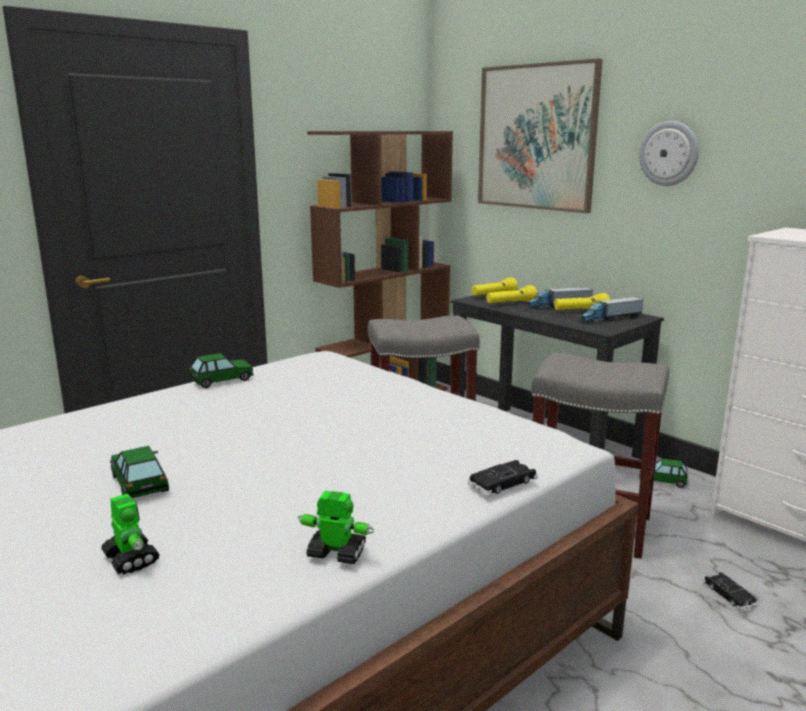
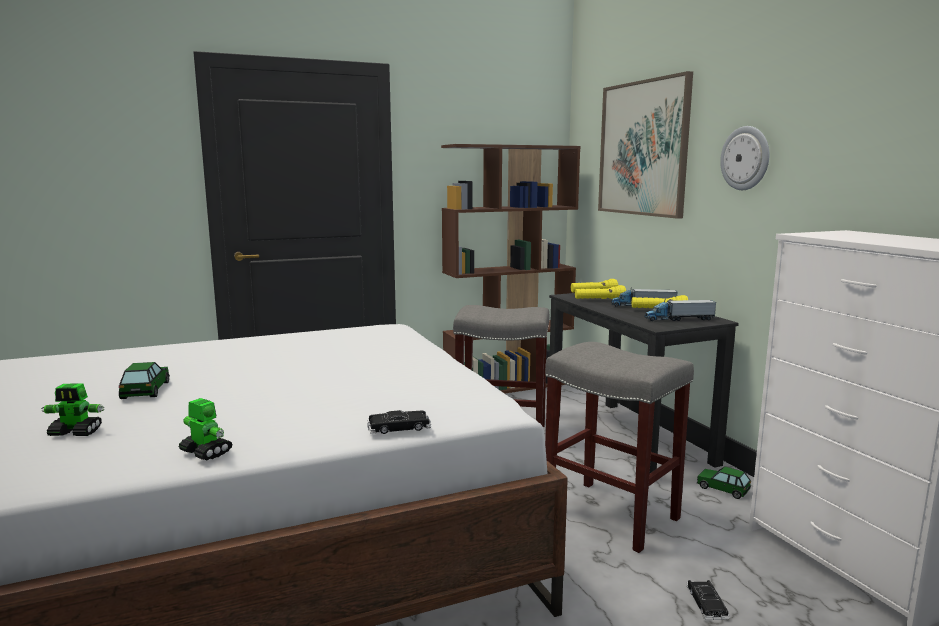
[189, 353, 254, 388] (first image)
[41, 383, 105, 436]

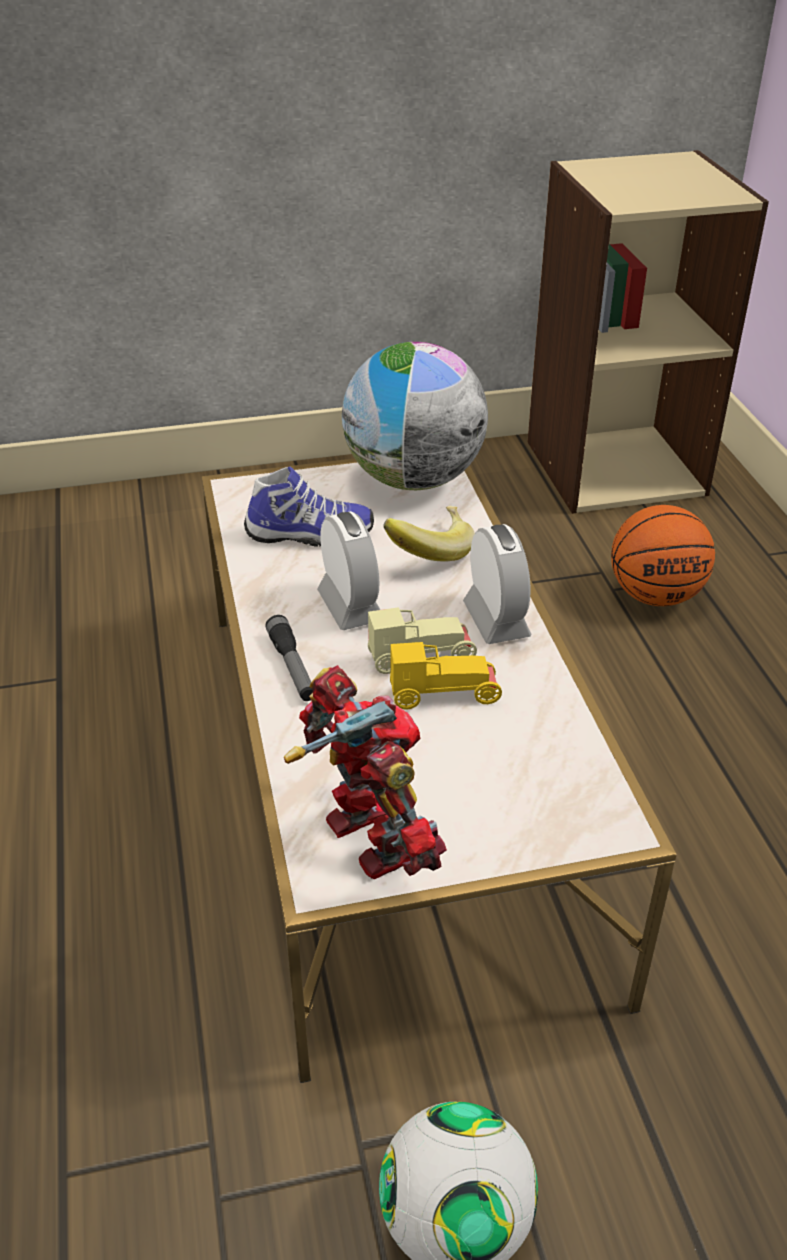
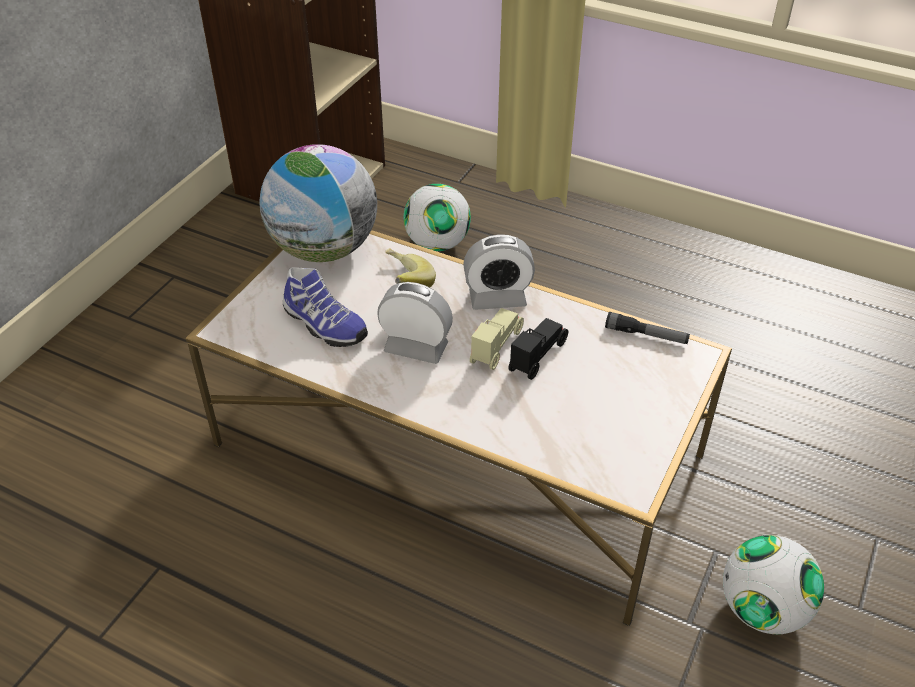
[284, 665, 447, 879] (first image)
[605, 312, 690, 344]
[403, 184, 471, 251]
[508, 318, 568, 380]
[283, 267, 368, 347]
[463, 234, 535, 310]

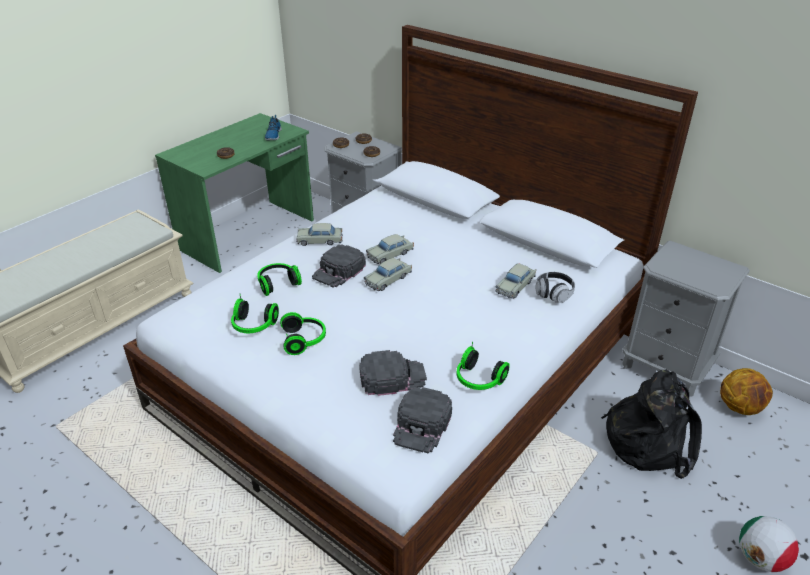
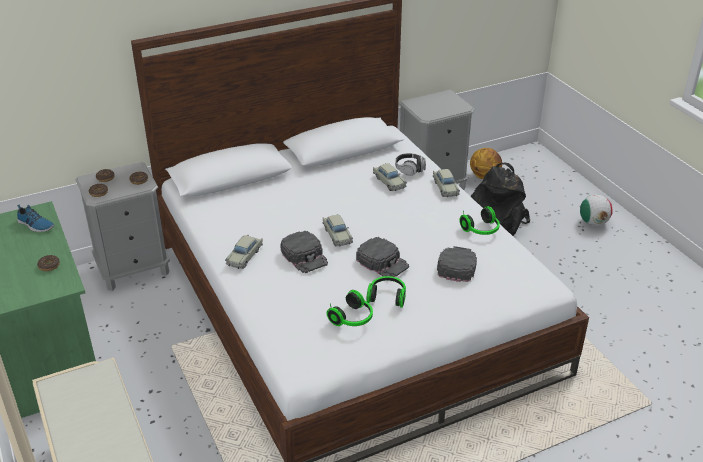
[257, 263, 302, 296] (first image)
[433, 169, 460, 197]
[356, 237, 409, 277]

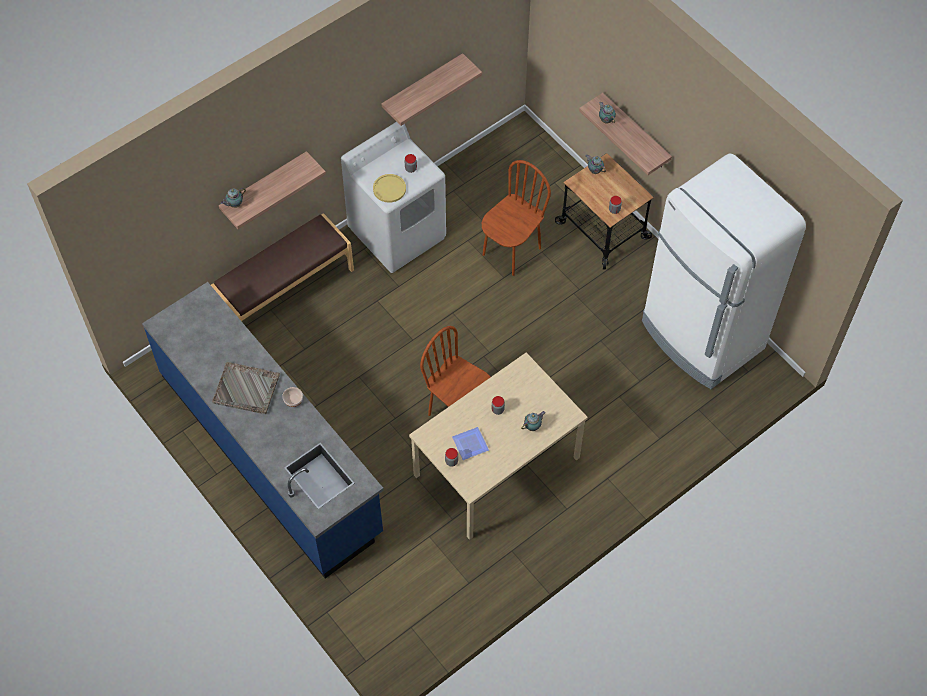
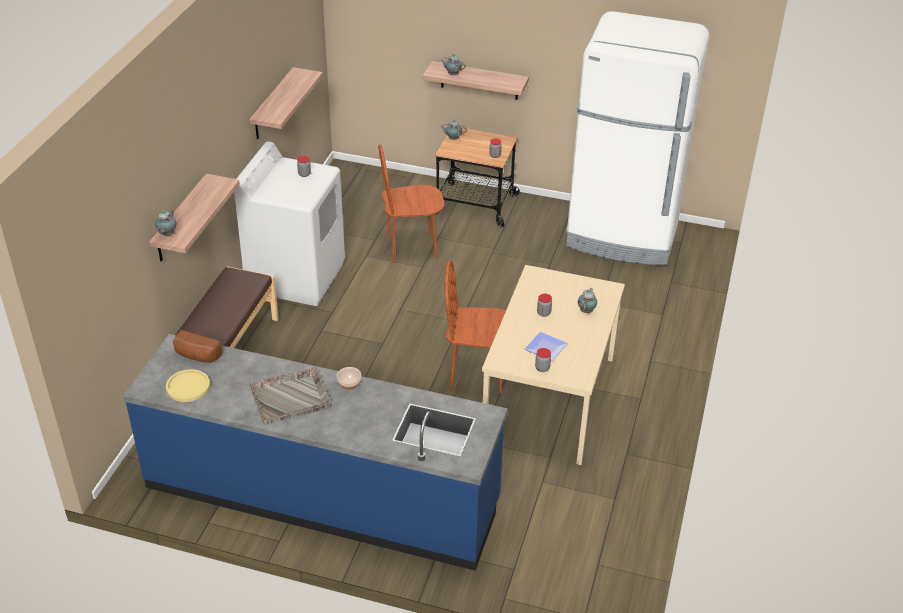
[173, 330, 222, 363]
[166, 369, 210, 402]
[378, 144, 444, 263]

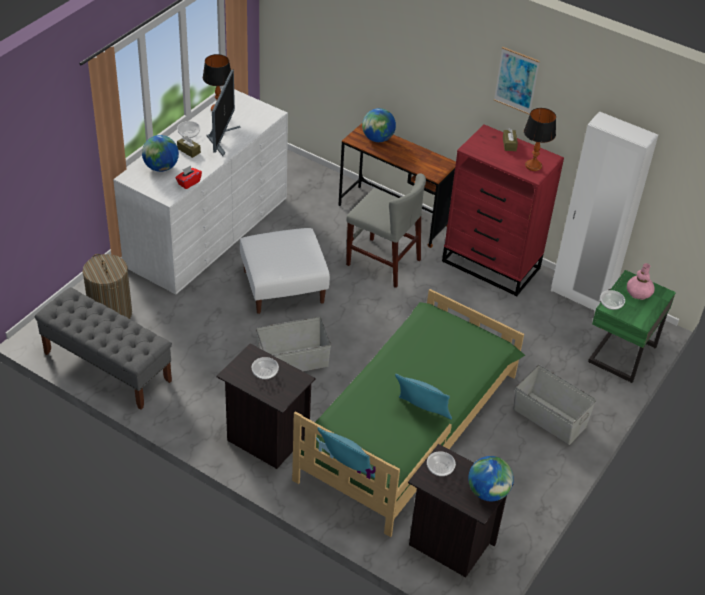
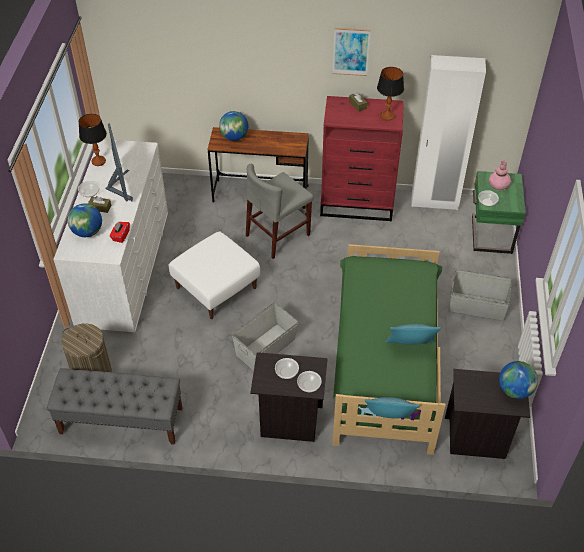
[297, 371, 322, 392]
[246, 163, 314, 259]

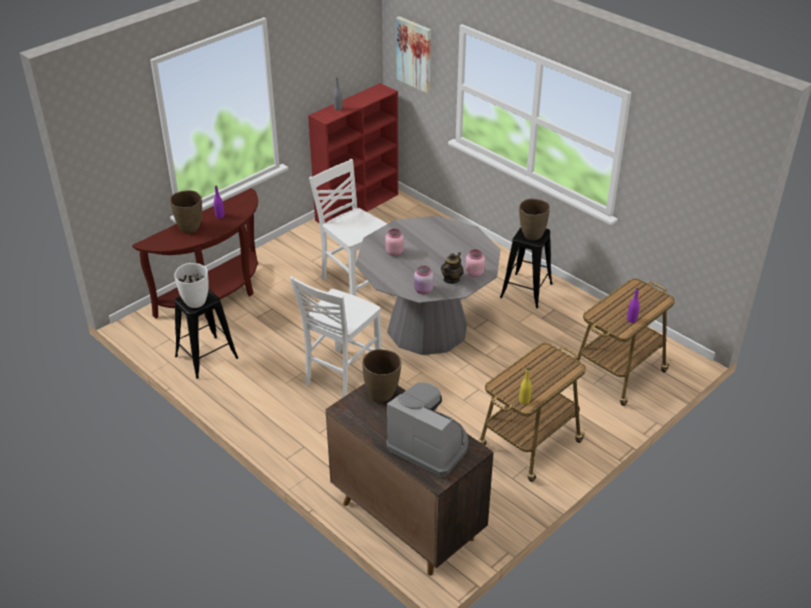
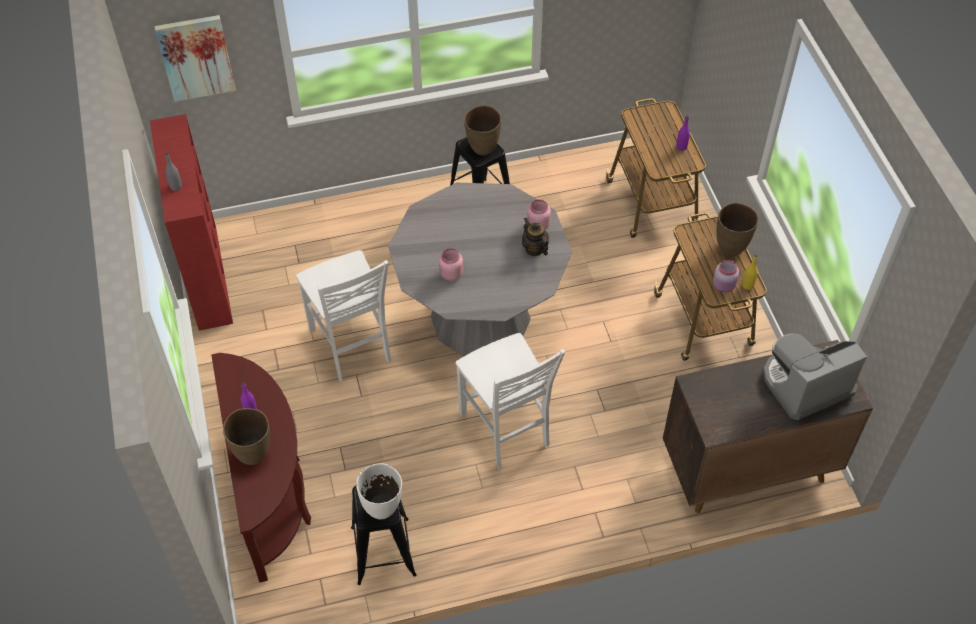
[716, 203, 758, 256]
[713, 260, 739, 292]
[296, 250, 391, 382]

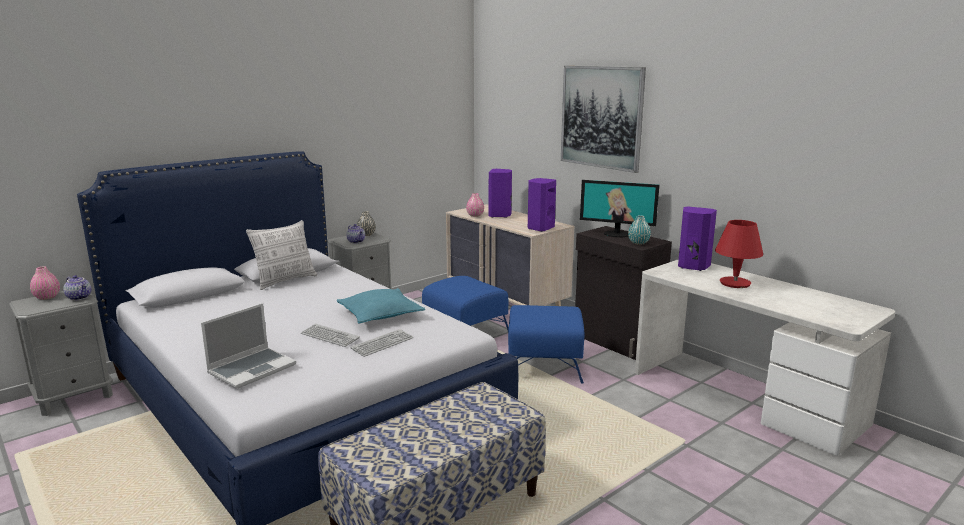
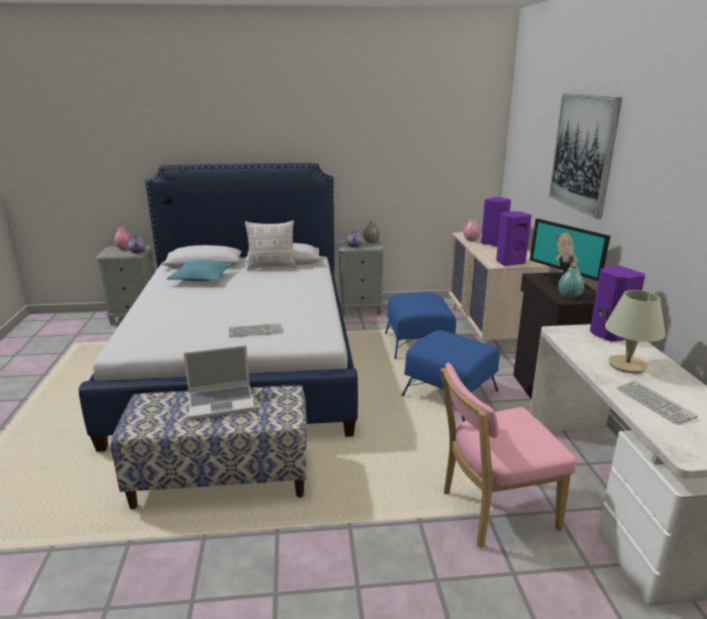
[441, 363, 577, 548]
[183, 345, 255, 419]
[617, 380, 698, 425]
[167, 260, 232, 281]
[605, 290, 665, 373]

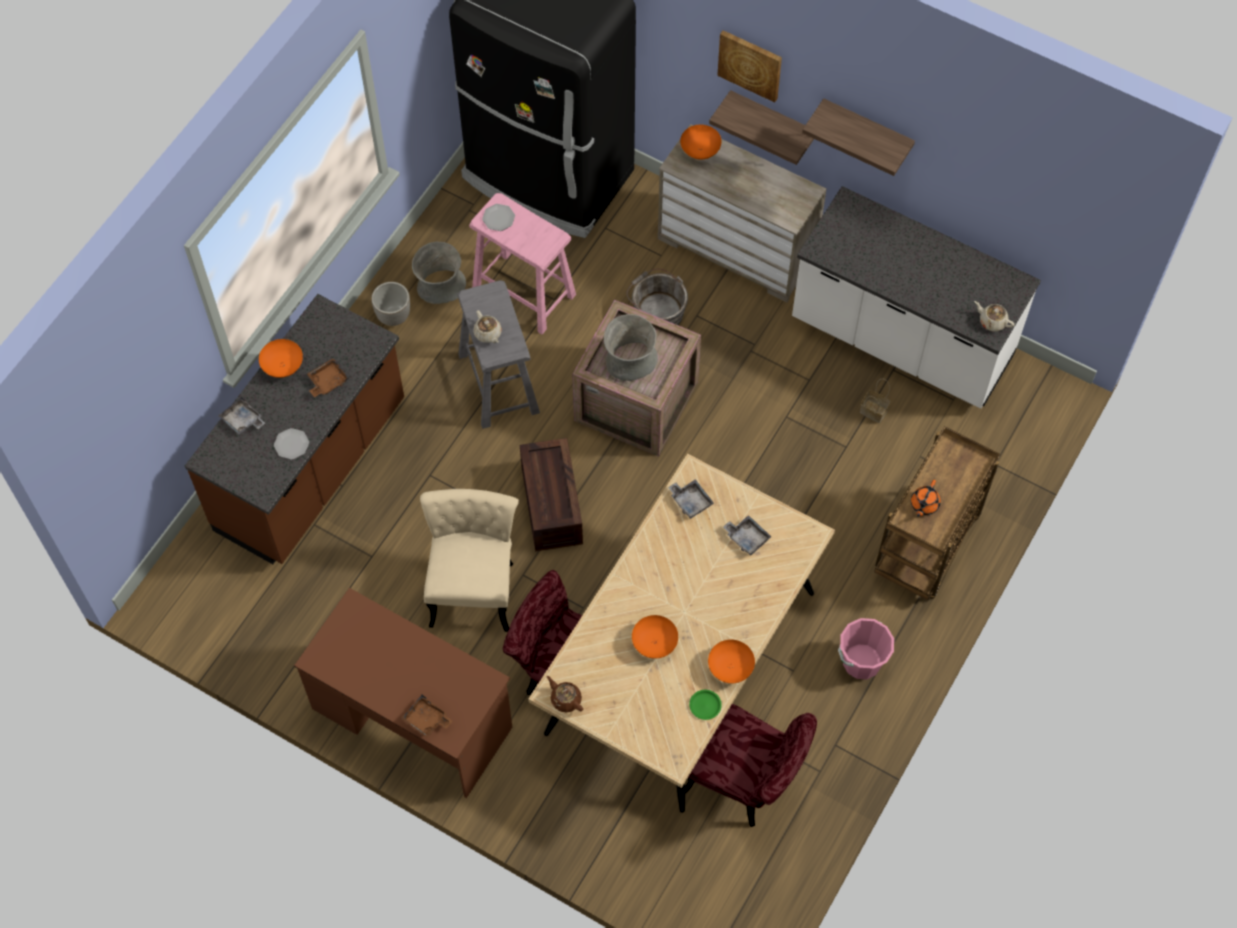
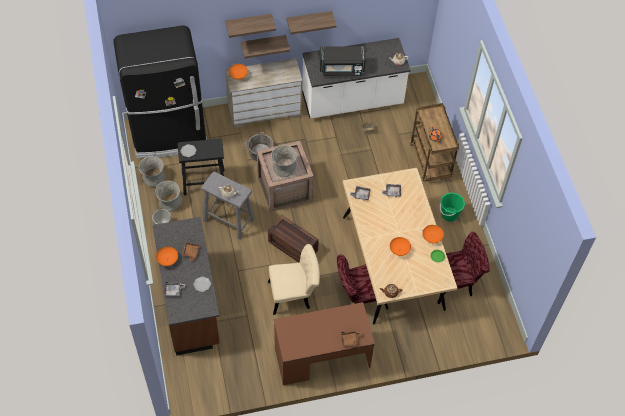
[139, 156, 165, 187]
[320, 46, 366, 76]
[225, 14, 276, 38]
[178, 138, 225, 195]
[440, 192, 465, 222]
[268, 244, 320, 315]

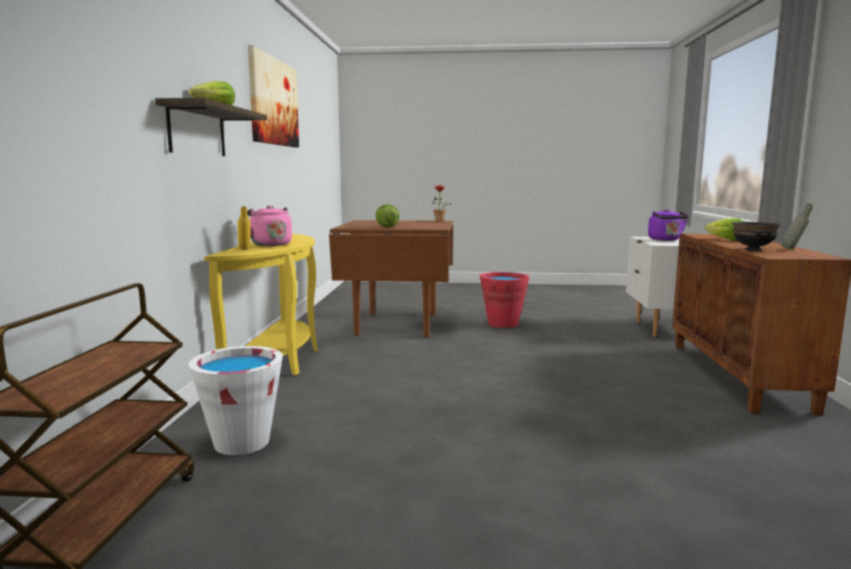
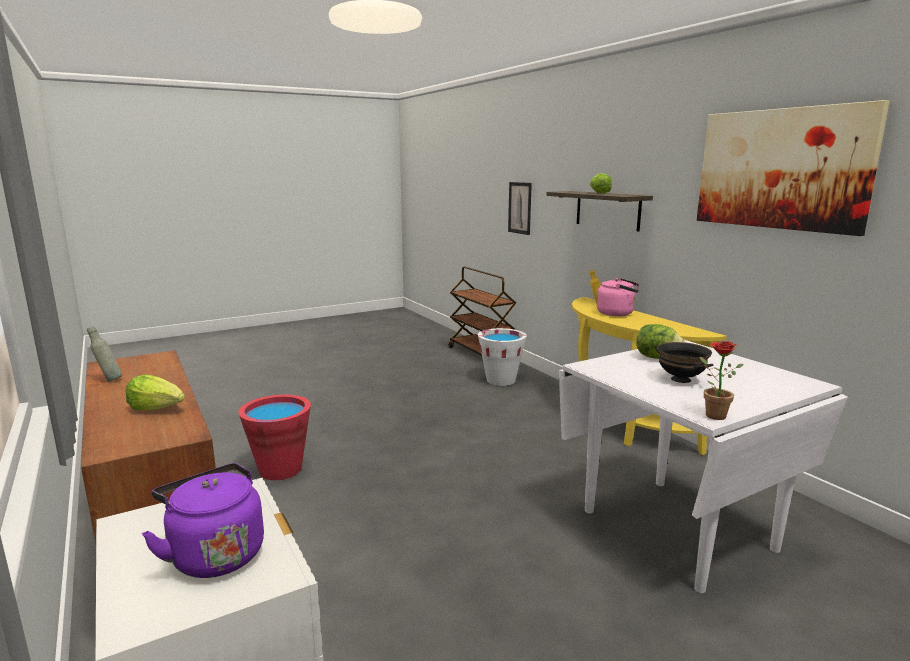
[508, 182, 532, 235]
[238, 395, 311, 480]
[656, 342, 713, 383]
[559, 340, 848, 593]

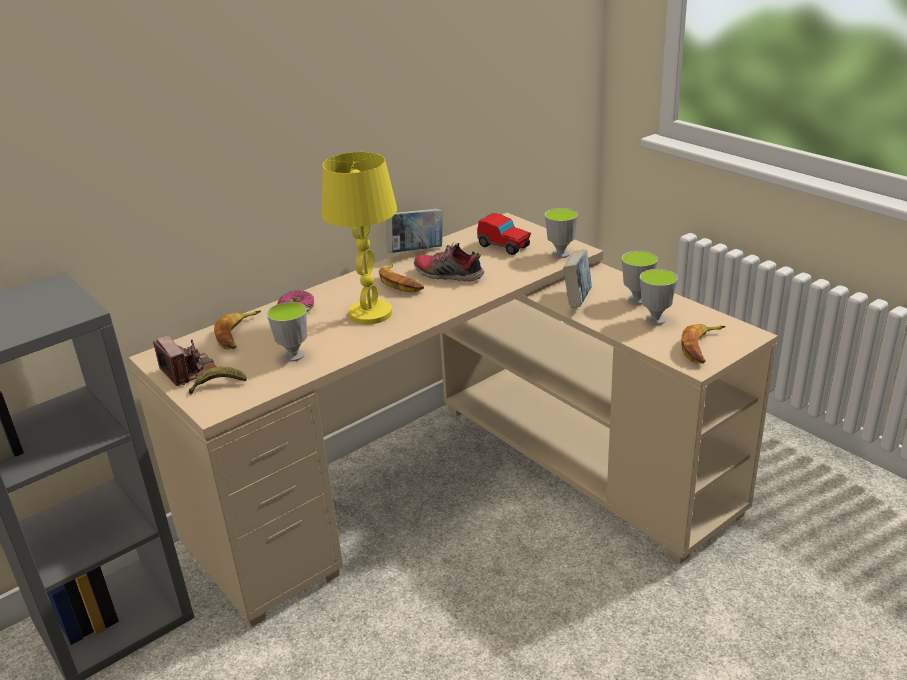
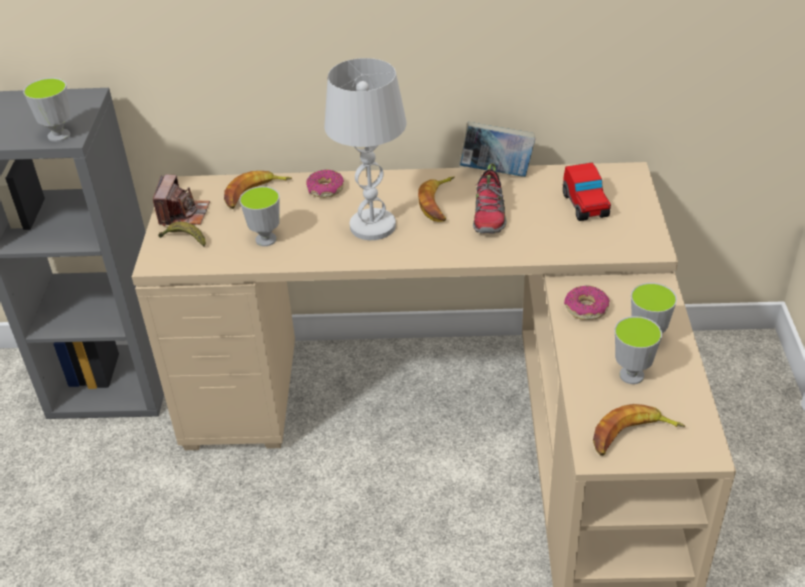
[23, 78, 71, 142]
[564, 285, 610, 320]
[324, 58, 406, 240]
[473, 163, 507, 234]

